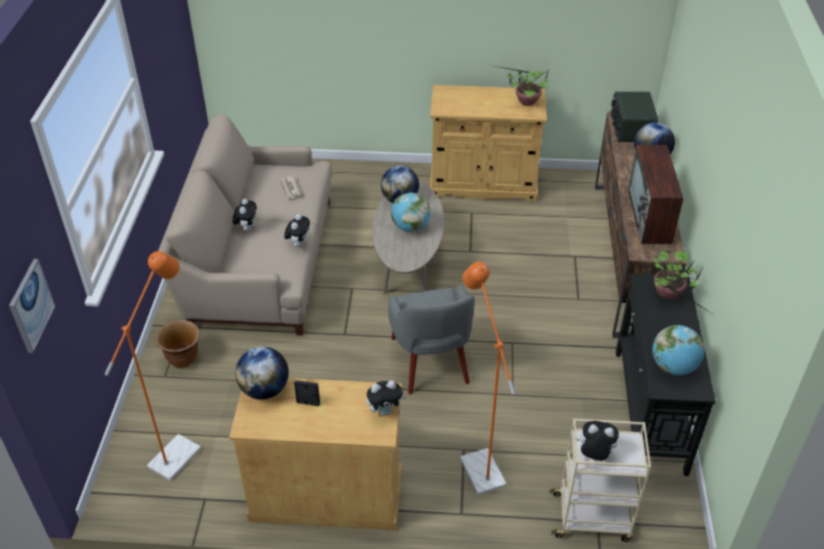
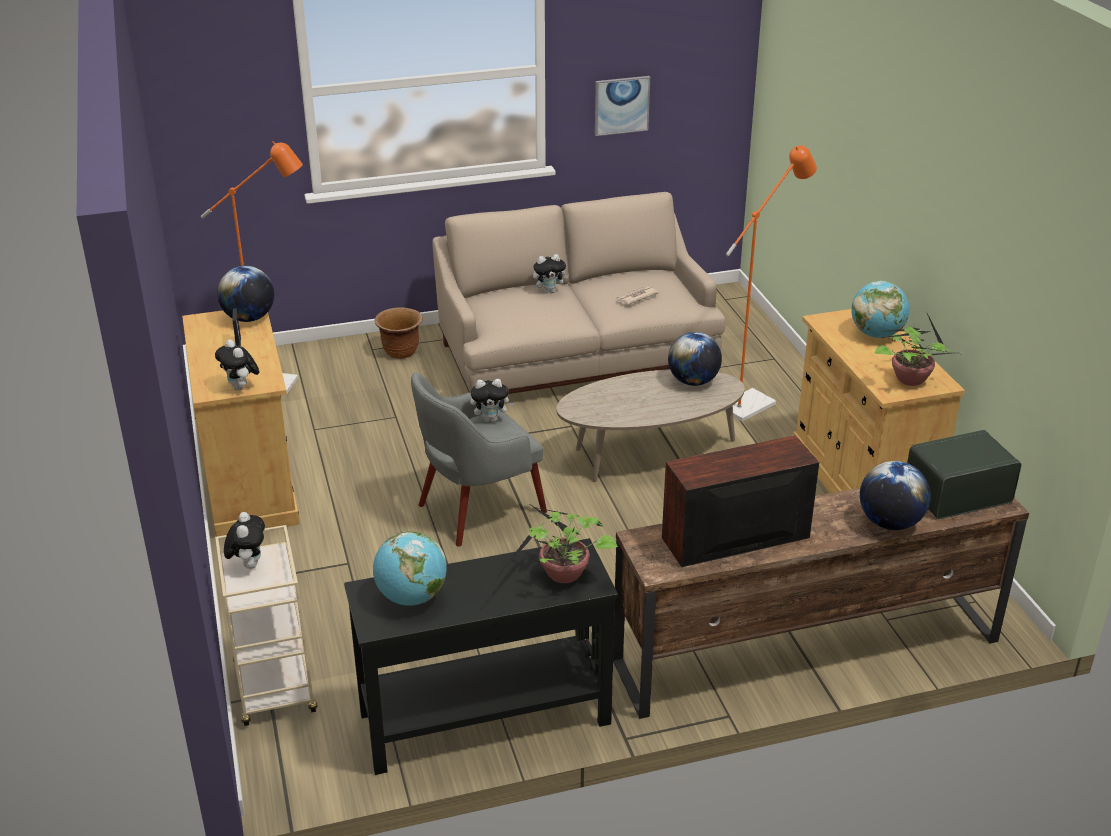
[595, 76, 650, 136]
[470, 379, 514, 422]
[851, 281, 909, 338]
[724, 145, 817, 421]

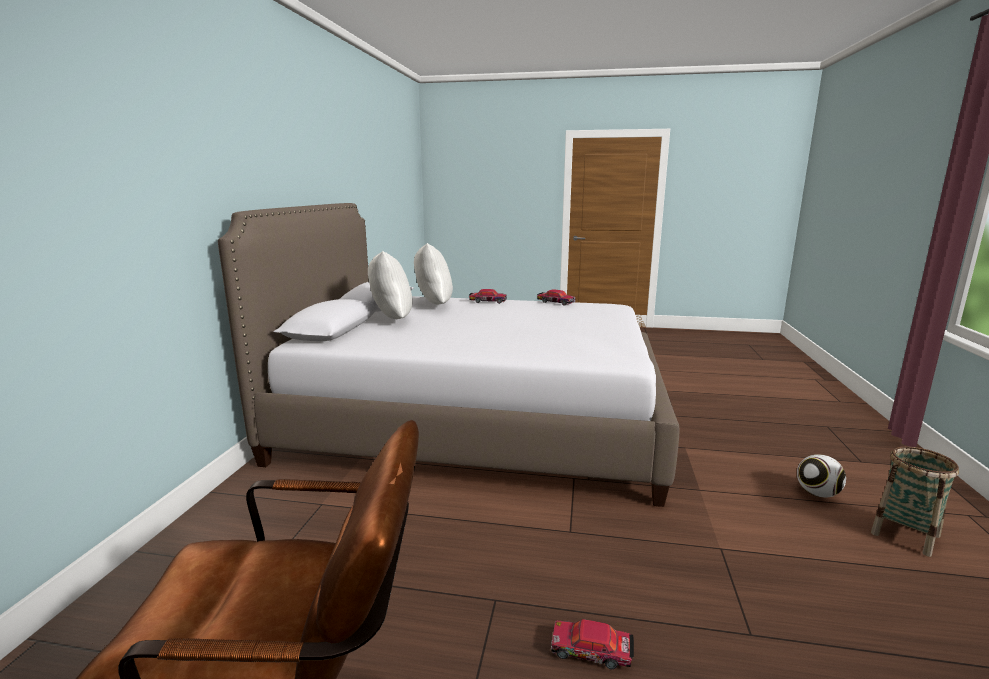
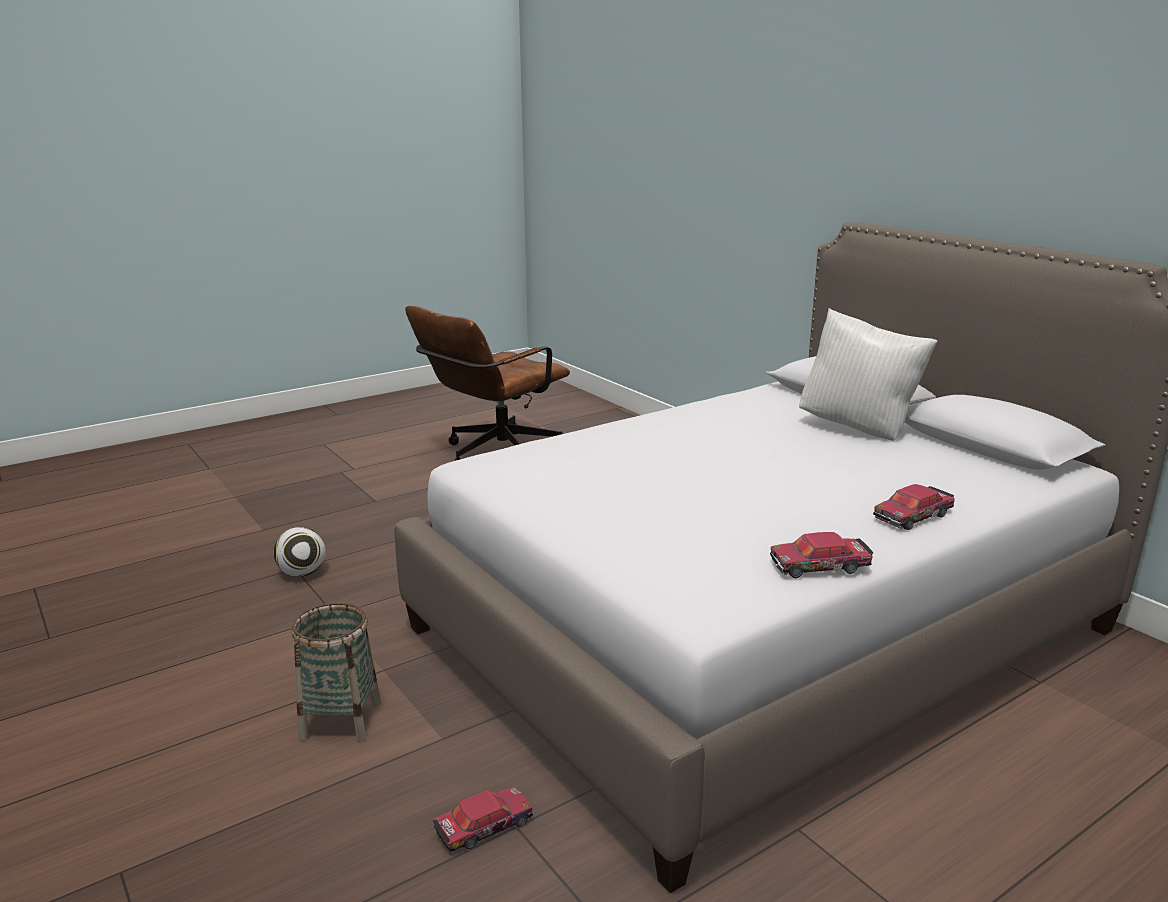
[414, 243, 453, 305] (first image)
[433, 786, 533, 852]
[274, 527, 326, 577]
[291, 602, 381, 742]

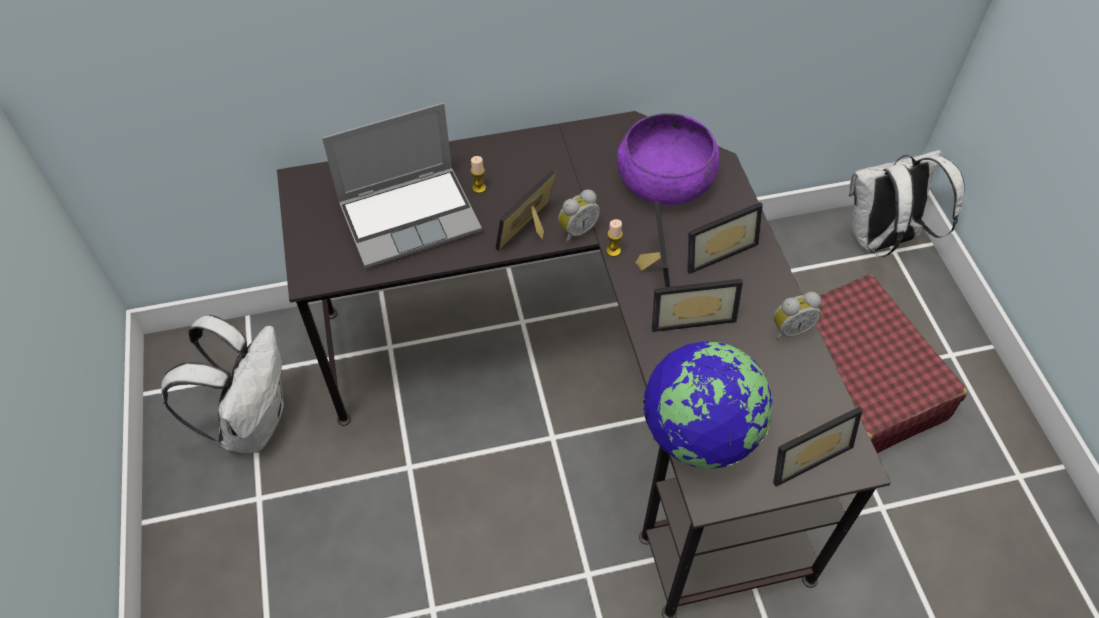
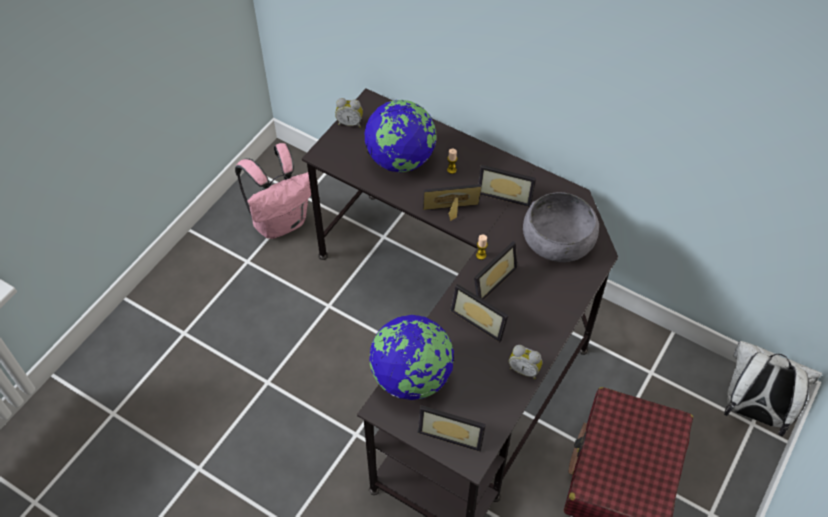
[335, 98, 363, 128]
[478, 165, 536, 207]
[365, 100, 437, 172]
[235, 143, 311, 239]
[523, 192, 599, 262]

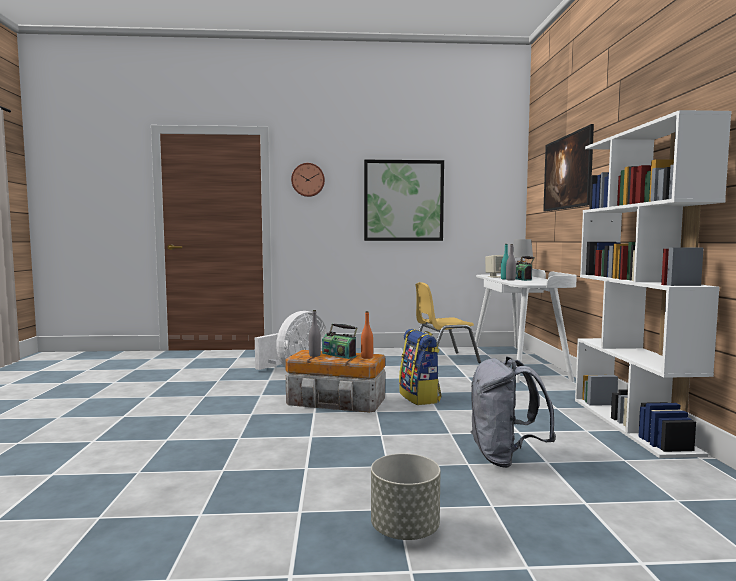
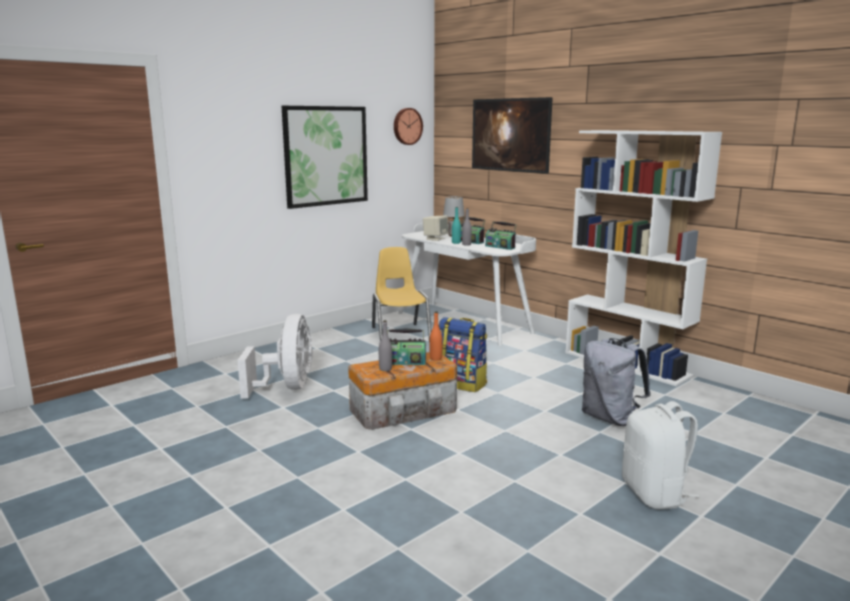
[485, 222, 517, 250]
[394, 108, 423, 145]
[622, 401, 699, 509]
[372, 247, 431, 342]

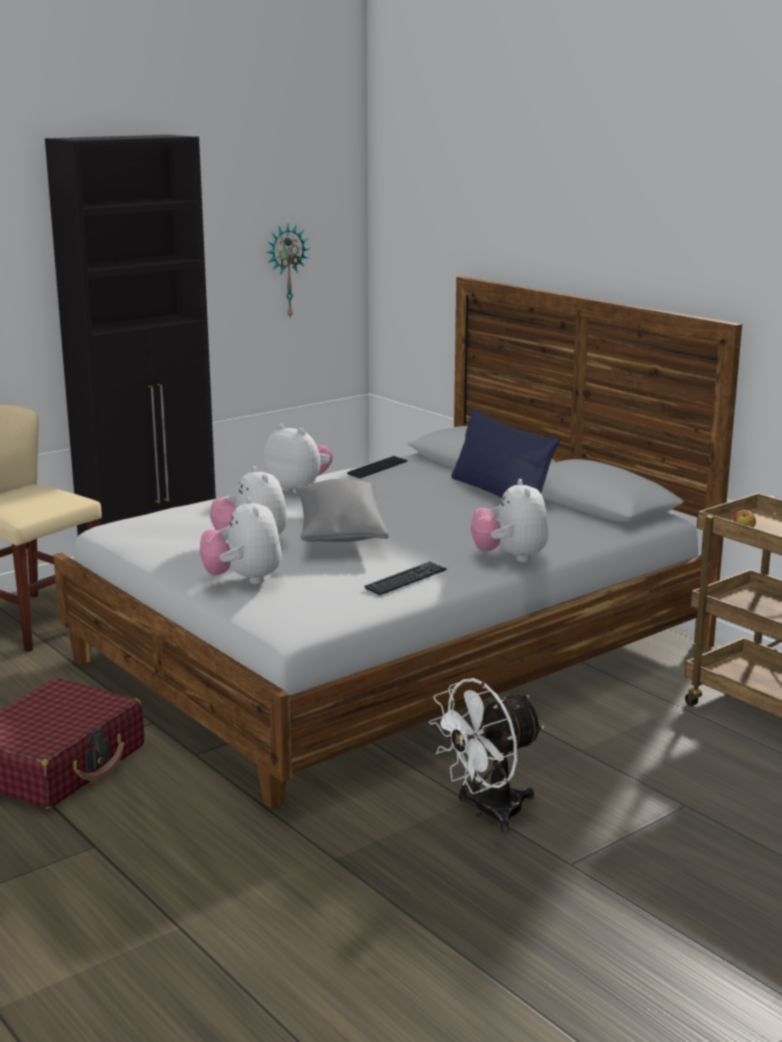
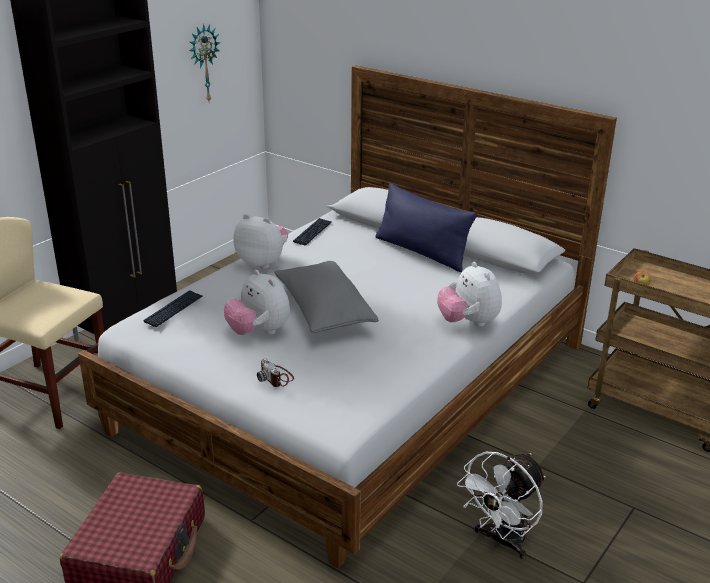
[143, 290, 202, 327]
[257, 358, 294, 387]

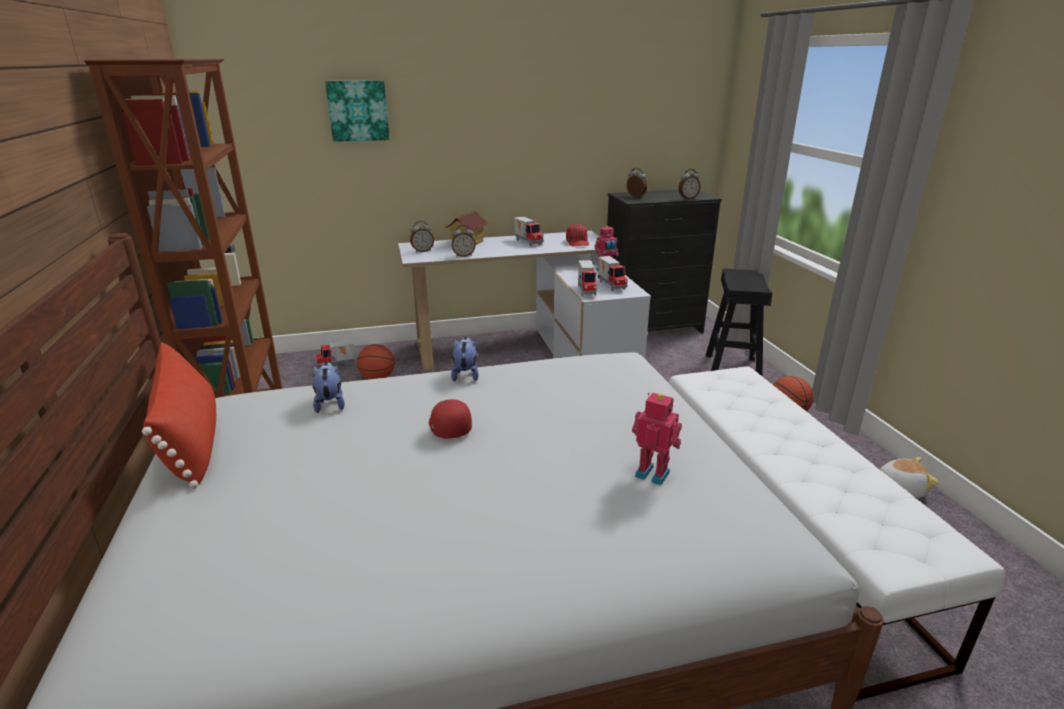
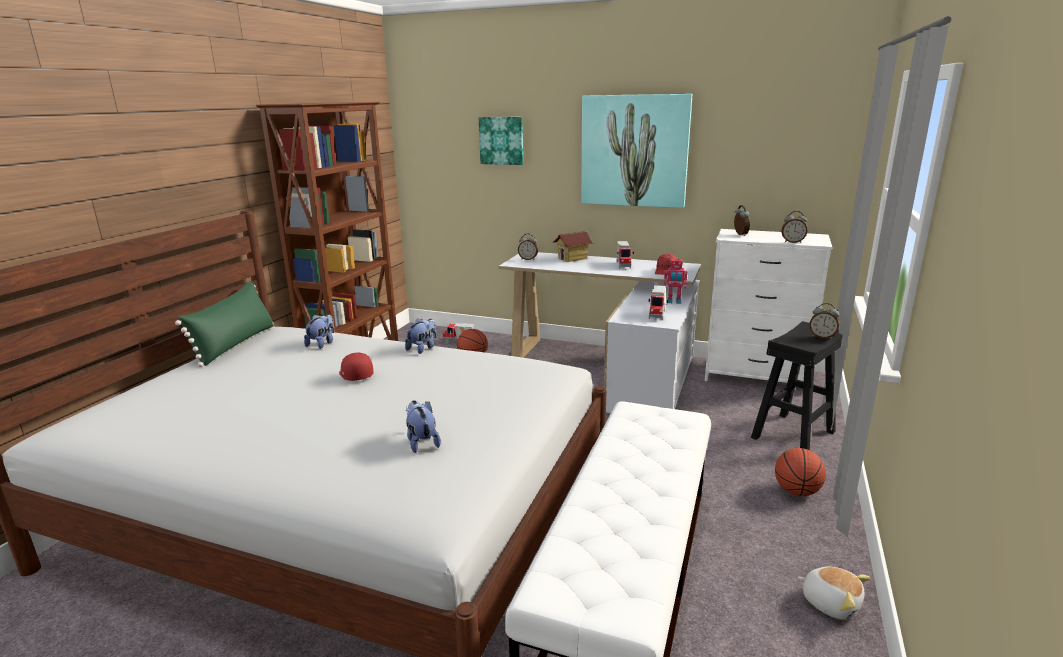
[578, 260, 600, 296] (first image)
[581, 94, 692, 208]
[809, 303, 840, 339]
[406, 400, 441, 453]
[175, 281, 274, 367]
[705, 229, 833, 383]
[339, 353, 373, 381]

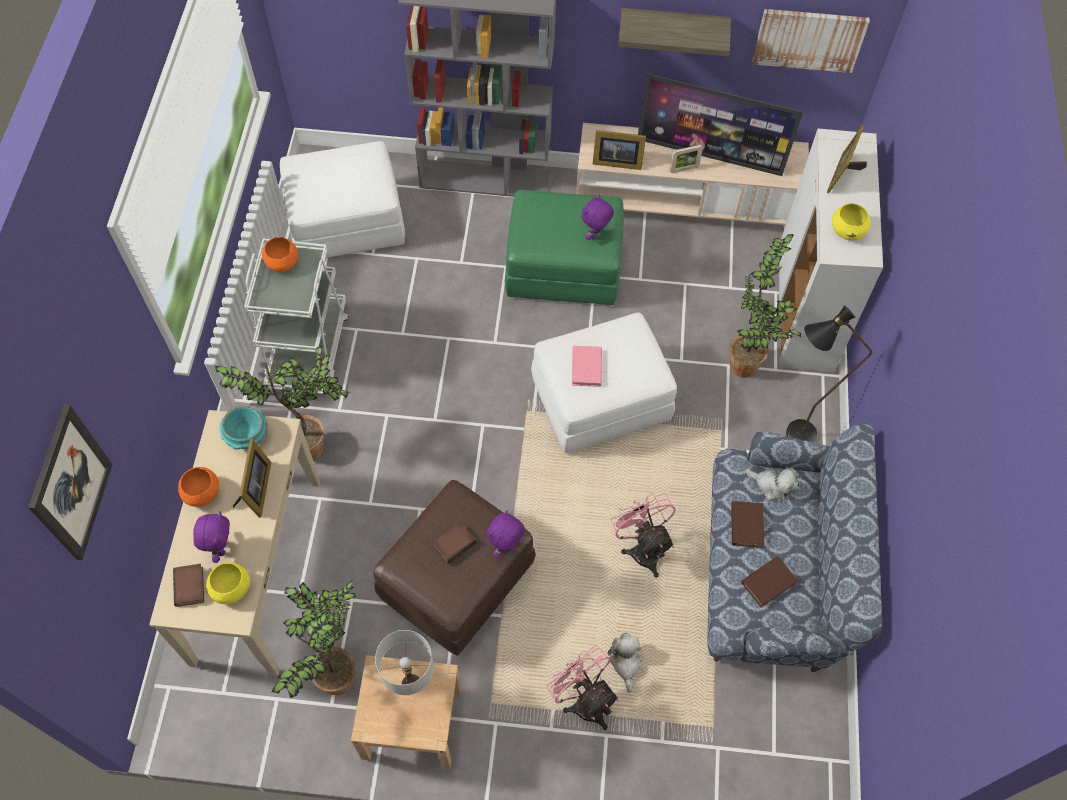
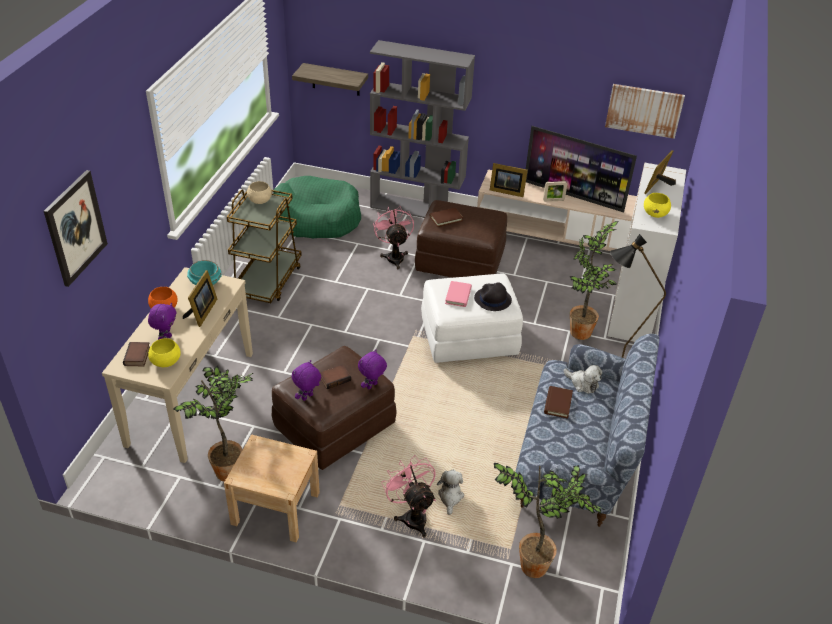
[375, 630, 434, 695] (first image)
[474, 282, 512, 311]
[494, 463, 604, 578]
[292, 360, 321, 401]
[373, 206, 414, 269]
[292, 63, 368, 96]
[430, 208, 463, 227]
[273, 176, 361, 238]
[227, 190, 302, 303]
[247, 181, 272, 204]
[415, 200, 507, 278]

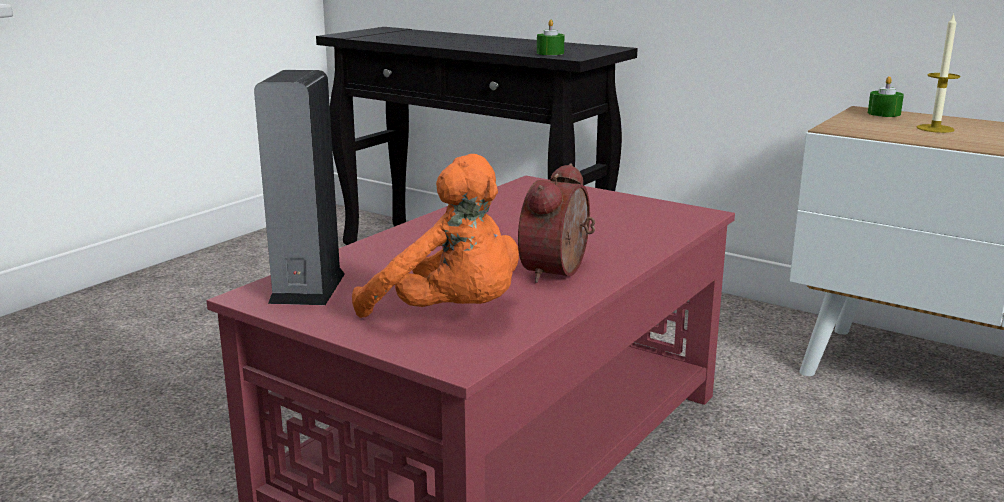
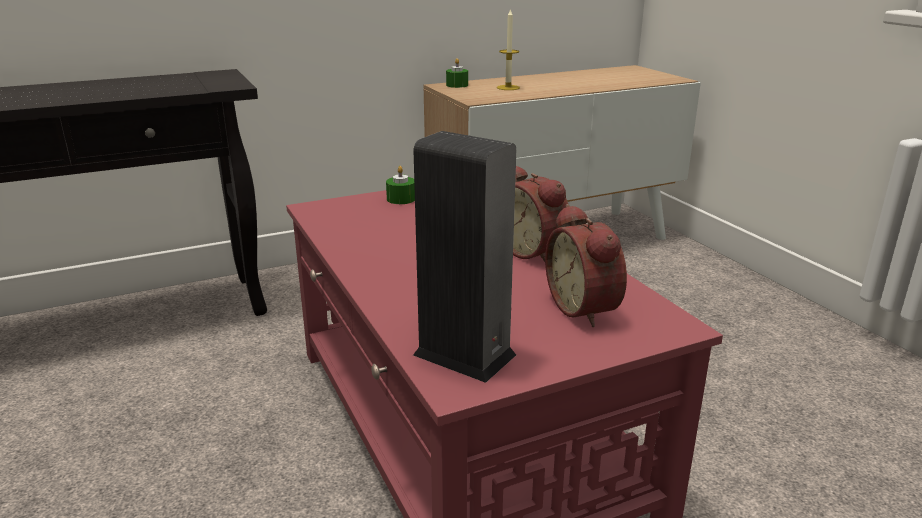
[386, 166, 415, 204]
[545, 204, 627, 327]

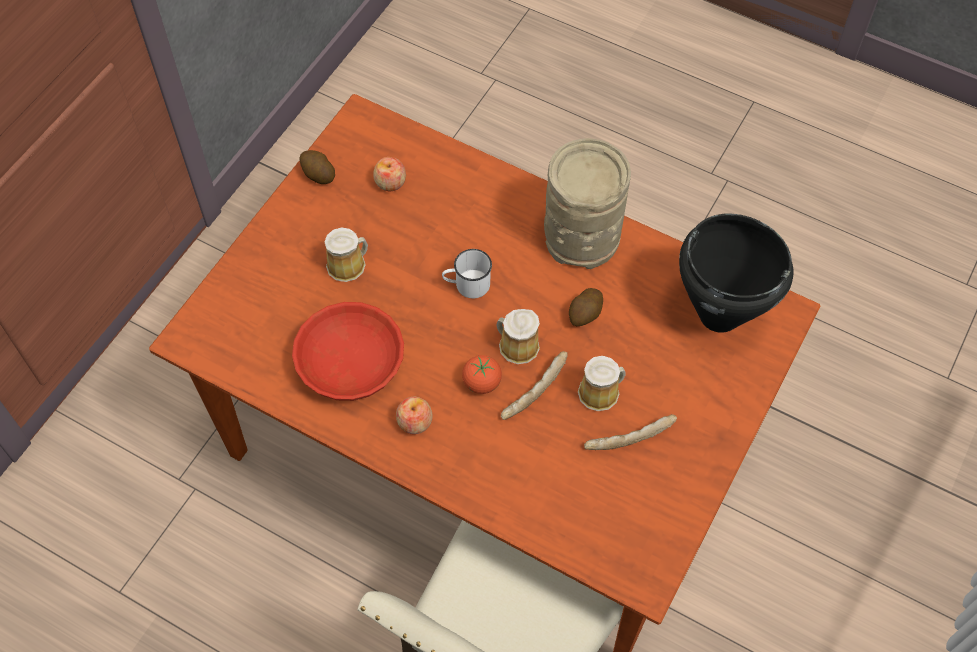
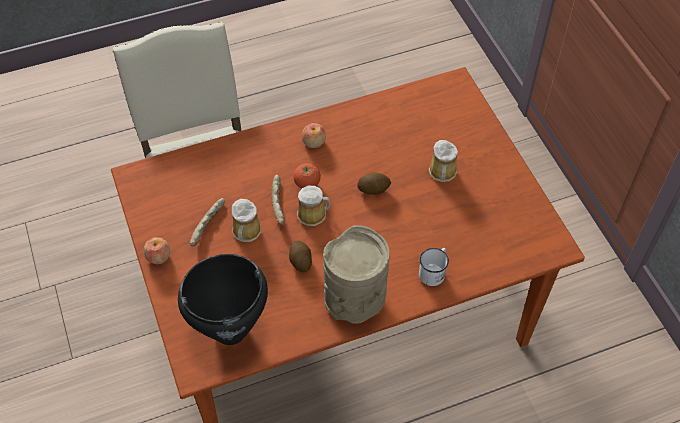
[292, 302, 404, 401] (first image)
[358, 173, 391, 195]
[144, 237, 170, 264]
[419, 248, 449, 286]

